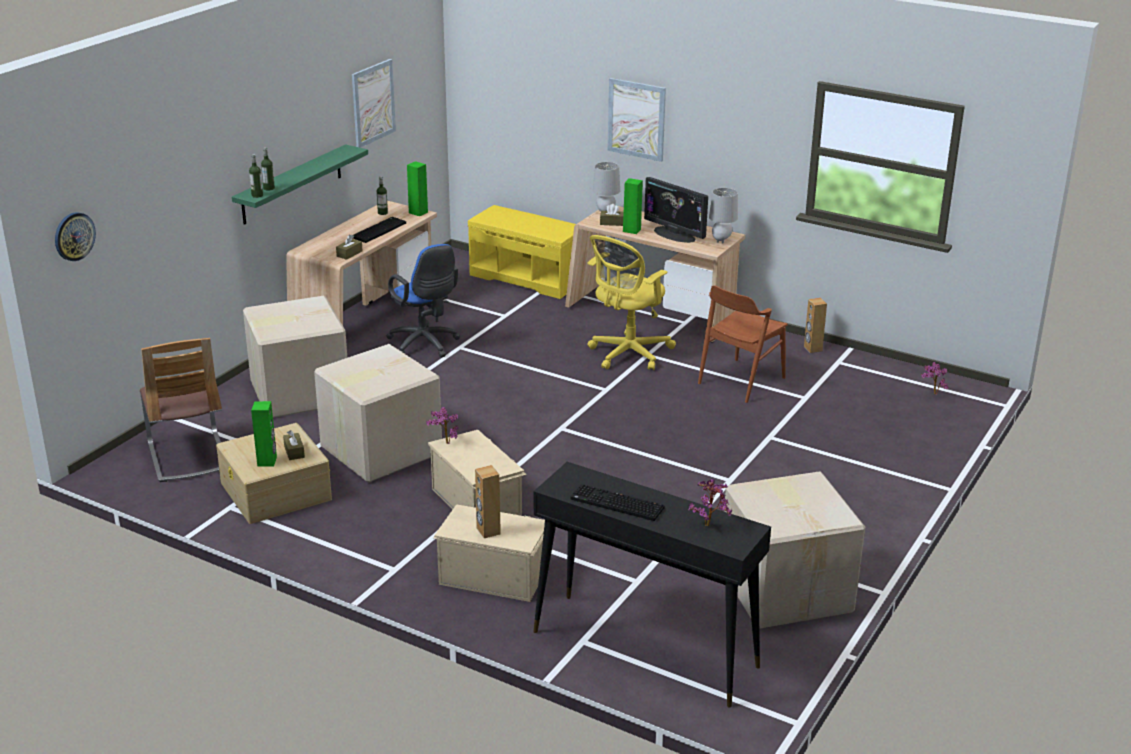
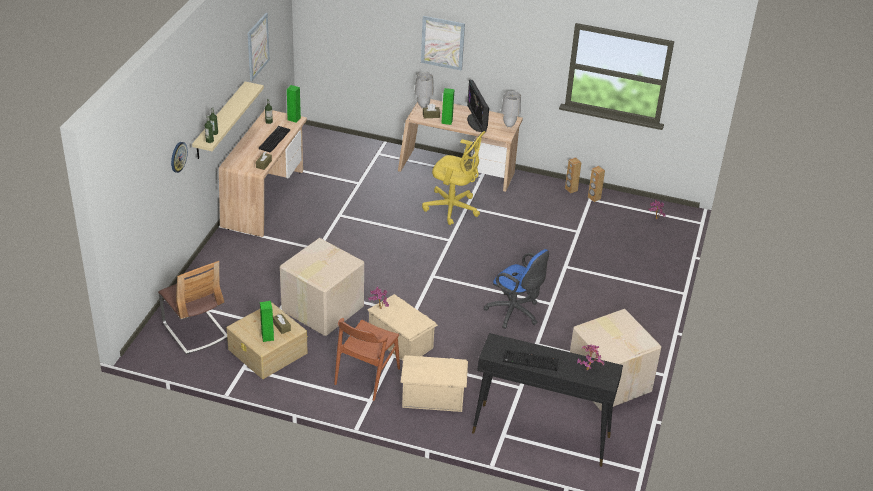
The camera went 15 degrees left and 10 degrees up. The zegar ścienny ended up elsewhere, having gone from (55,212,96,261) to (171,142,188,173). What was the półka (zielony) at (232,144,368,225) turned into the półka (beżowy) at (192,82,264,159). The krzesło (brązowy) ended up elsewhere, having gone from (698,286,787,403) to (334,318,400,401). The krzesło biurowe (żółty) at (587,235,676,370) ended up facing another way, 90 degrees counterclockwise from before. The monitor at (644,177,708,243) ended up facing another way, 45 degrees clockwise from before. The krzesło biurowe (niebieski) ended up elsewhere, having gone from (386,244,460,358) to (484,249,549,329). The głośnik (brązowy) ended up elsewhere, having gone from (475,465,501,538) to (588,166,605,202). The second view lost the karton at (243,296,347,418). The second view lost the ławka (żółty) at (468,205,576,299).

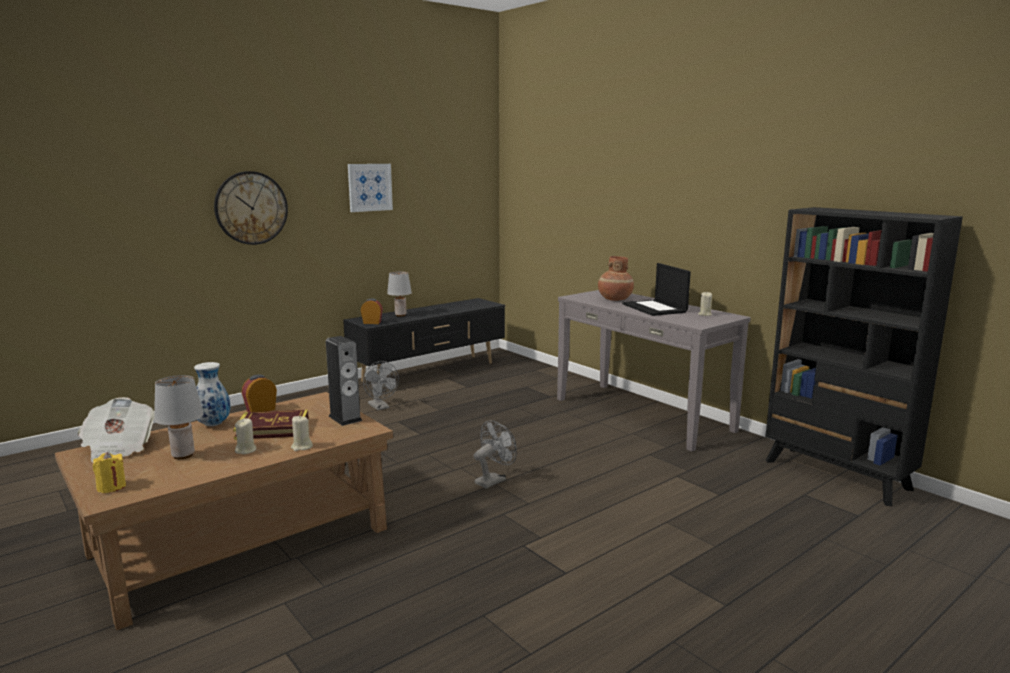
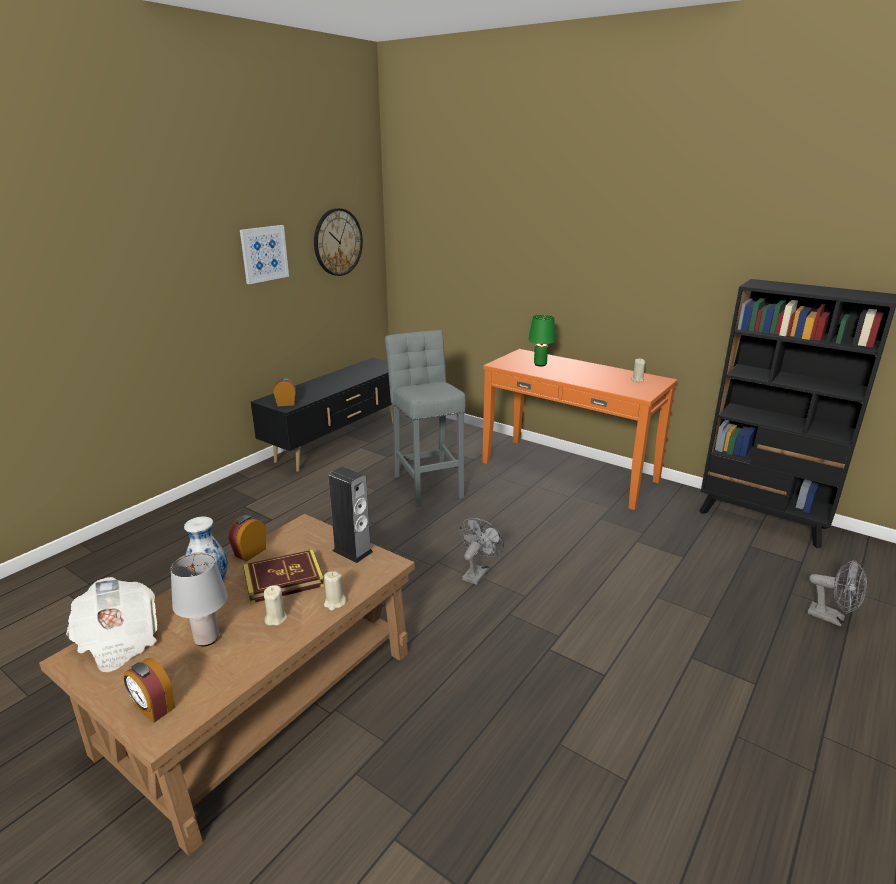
The camera went 15 degrees left and 10 degrees up. Where the świeca (żółty) stood at (93,452,126,493), the budzik came to stand at (123,658,175,723). The zegar ścienny ended up elsewhere, having gone from (214,171,288,245) to (314,208,363,276). The second view gained the stołek (szary) at (385,330,465,507). What was the stolik konsolowy (szary) at (557,290,751,452) turned into the stolik konsolowy (pomarańczowy) at (482,349,678,510). Where the wazon (brązowy) stood at (598,256,634,301), the lampa stołowa (zielony) came to stand at (528,315,556,366). The wentylator (szary) ended up elsewhere, having gone from (363,361,399,410) to (807,560,867,627). The second view lost the lampa stołowa (szary) at (387,271,412,317). The second view lost the laptop at (622,263,691,316).

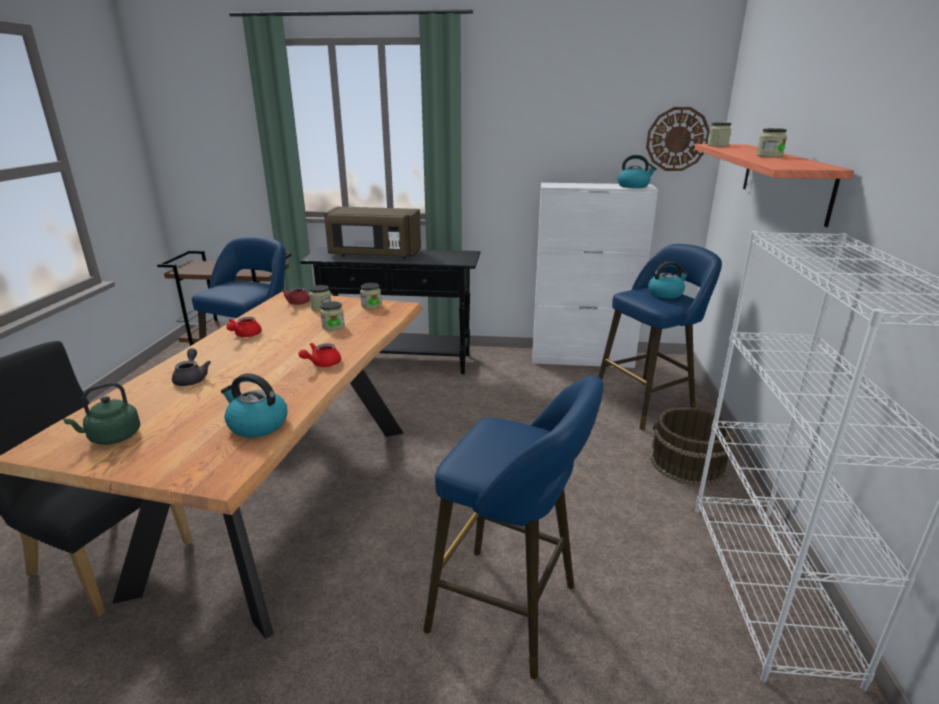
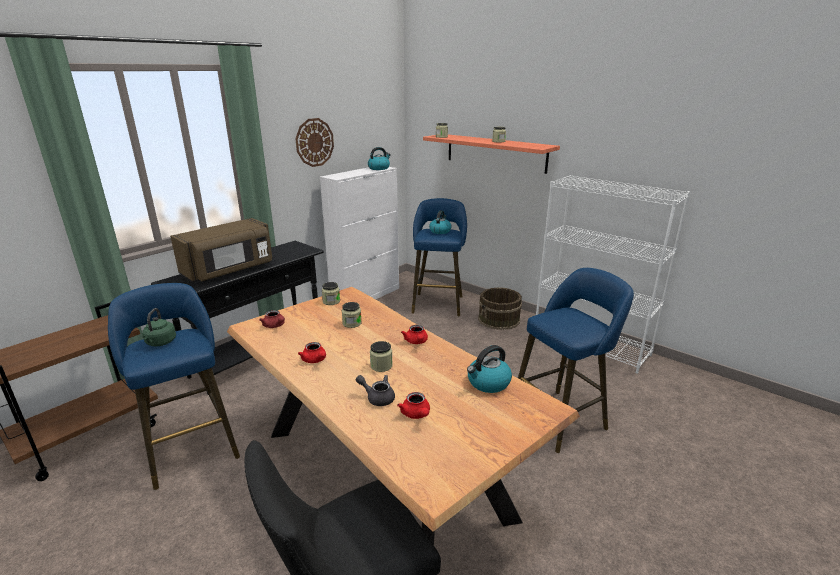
The camera went 55 degrees left and 0 degrees up. The czajnik (zielony) ended up elsewhere, having gone from (63,382,140,445) to (142,308,176,346). The zegar ścienny ended up elsewhere, having gone from (646,107,710,171) to (295,118,334,167). The słoik ended up elsewhere, having gone from (309,285,331,312) to (370,341,393,372). The second view gained the imbryk (czerwony) at (397,392,430,419).

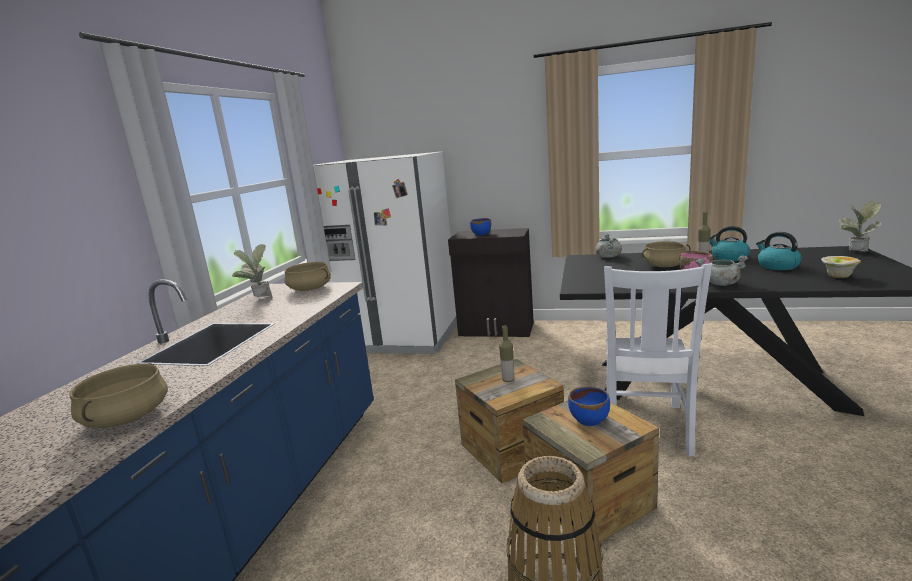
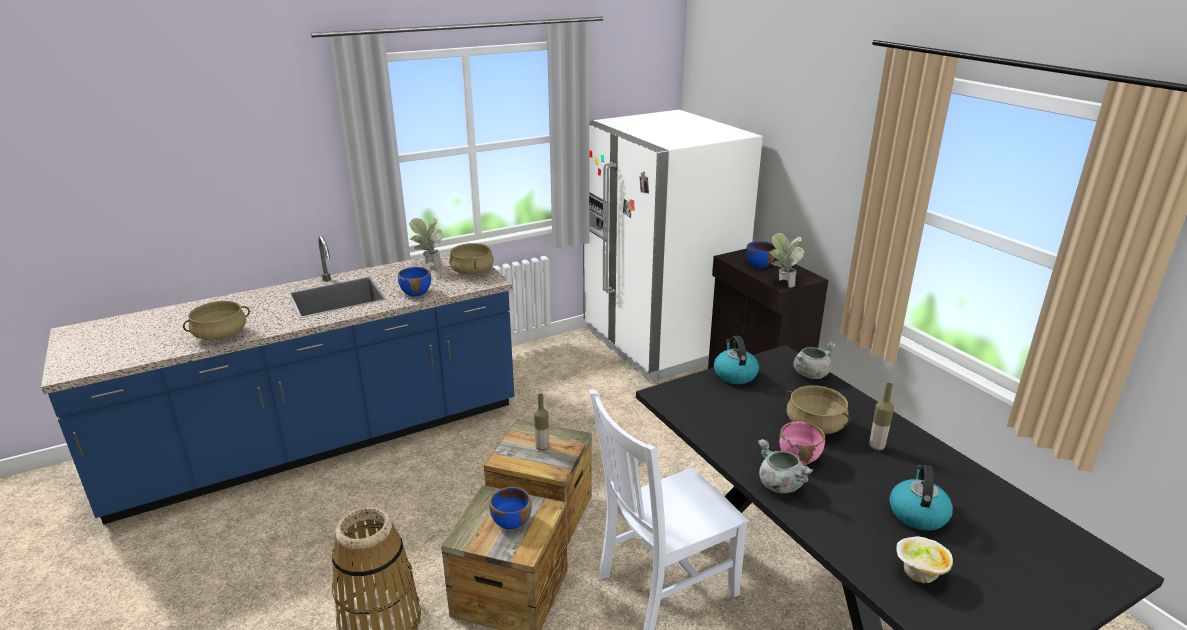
The camera went 45 degrees right and 10 degrees up. The second view gained the miska (niebieski) at (398,267,431,297). The czajnik ended up elsewhere, having gone from (710,226,750,261) to (714,336,759,384). The roślina doniczkowa ended up elsewhere, having gone from (839,201,882,252) to (769,233,804,288).

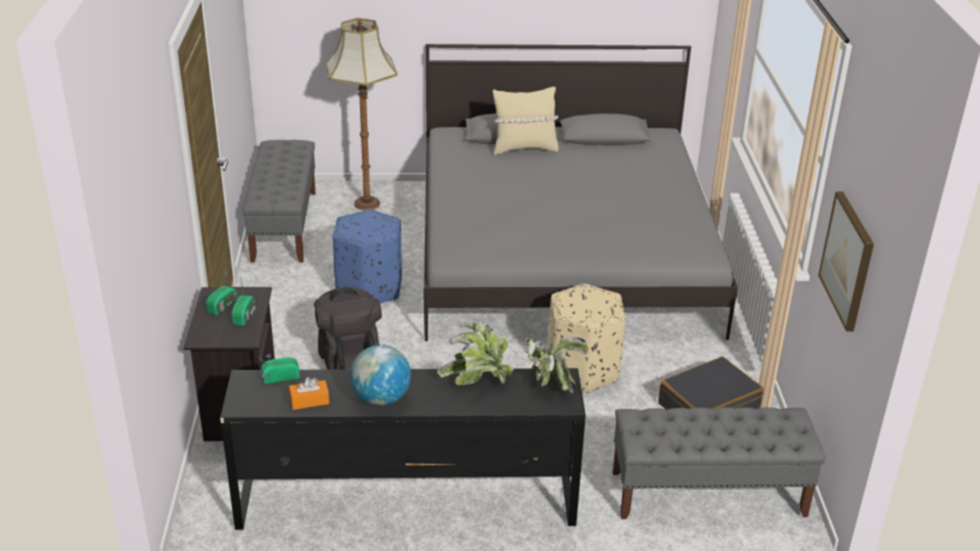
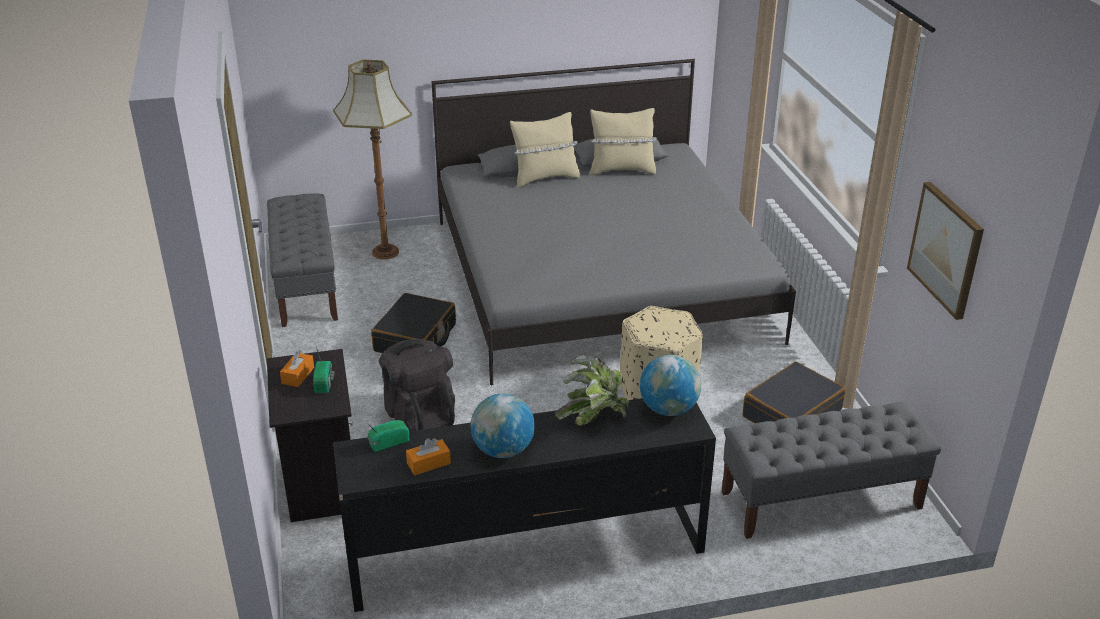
The camera went 10 degrees left and 0 degrees up. Where the radio stood at (206,276,237,316), the pudełko chusteczek (pomarańczowy) came to stand at (280,350,314,387). Where the pufa (niebieski) stood at (333,209,402,303), the walizka (czarny) came to stand at (371,293,456,353). The second view gained the poduszka (beżowy) at (590,108,656,176). Where the roślina doniczkowa stood at (525,337,588,395), the globus came to stand at (640,355,701,416).

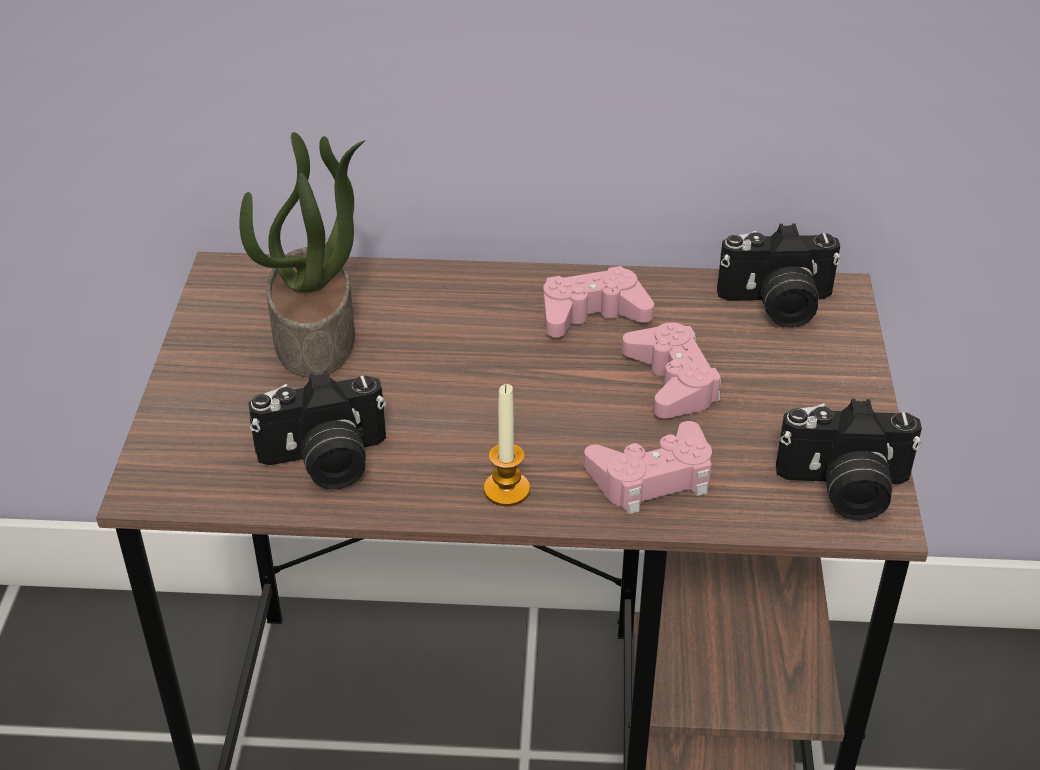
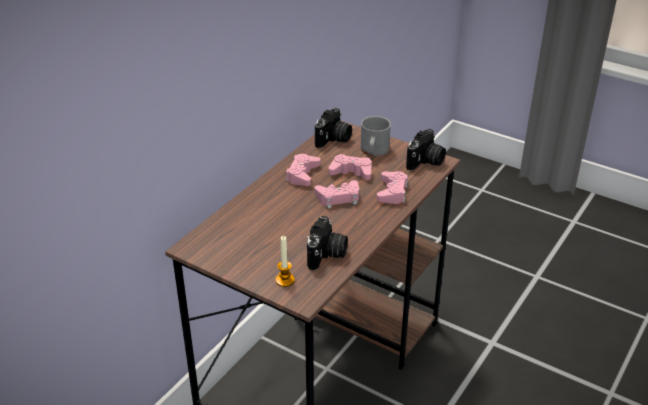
The camera went 60 degrees left and 5 degrees down. The świeca ended up elsewhere, having gone from (483,384,530,506) to (276,236,295,287). The second view gained the pad do gier (różowy) at (314,180,359,209). The second view gained the kubek (szary) at (361,116,391,156). The second view lost the roślina doniczkowa at (239,132,366,378).

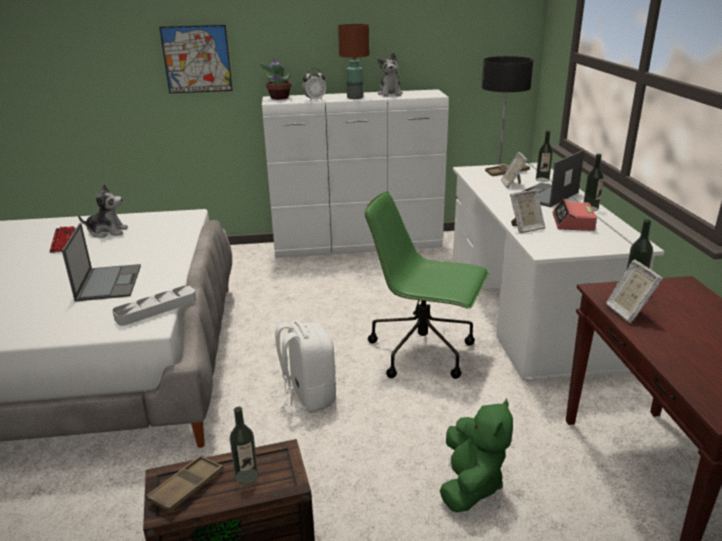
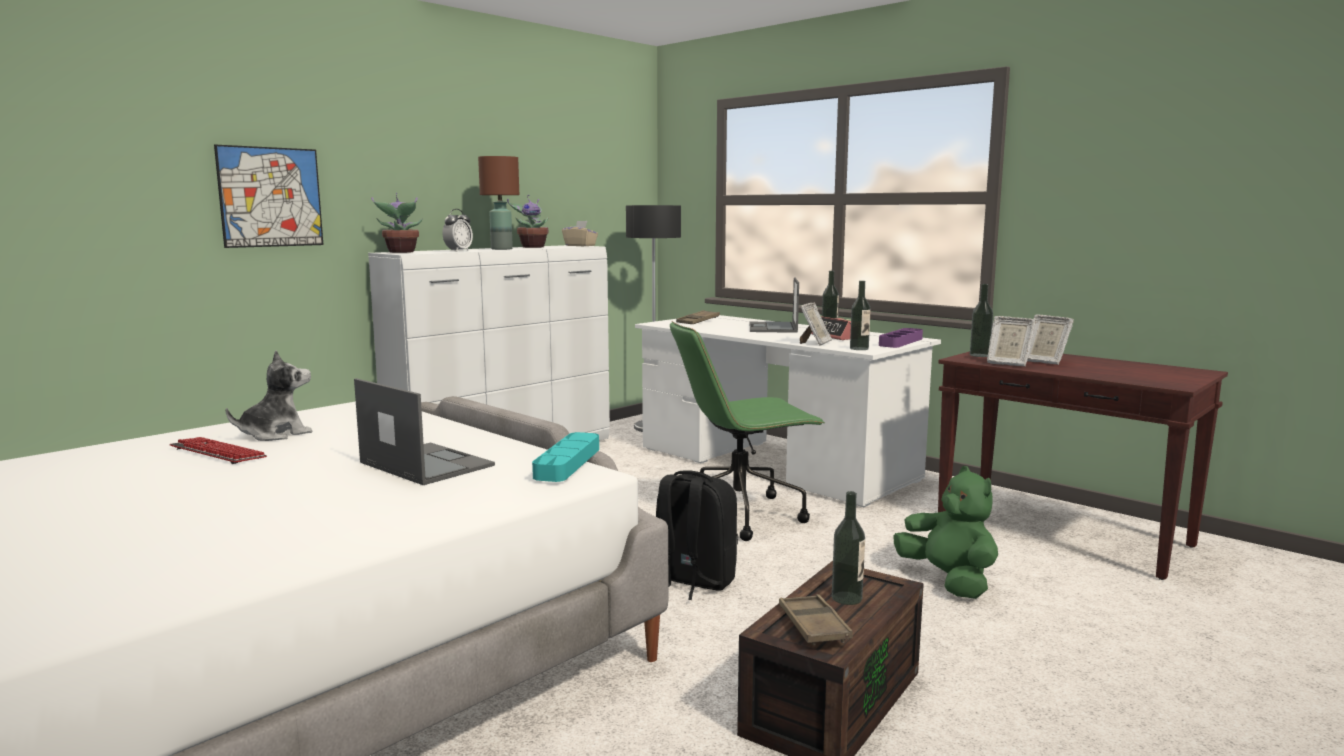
The camera went 40 degrees left and 15 degrees down. Where the pluszak stood at (378,52,403,97), the roślina doniczkowa came to stand at (507,195,549,248). What was the taca (szary) at (112,285,196,326) turned into the taca (turkusowy) at (532,432,599,482). The second view gained the pudełko chusteczek (beżowy) at (562,221,598,246). What was the plecak (biały) at (271,321,336,413) turned into the plecak (czarny) at (656,470,738,600). The butelka ended up elsewhere, having gone from (536,131,553,182) to (850,281,871,350). The second view gained the taca (fioletowy) at (879,328,923,348). The ramka na zdjęcie ended up elsewhere, having gone from (501,152,527,188) to (1027,314,1074,365).

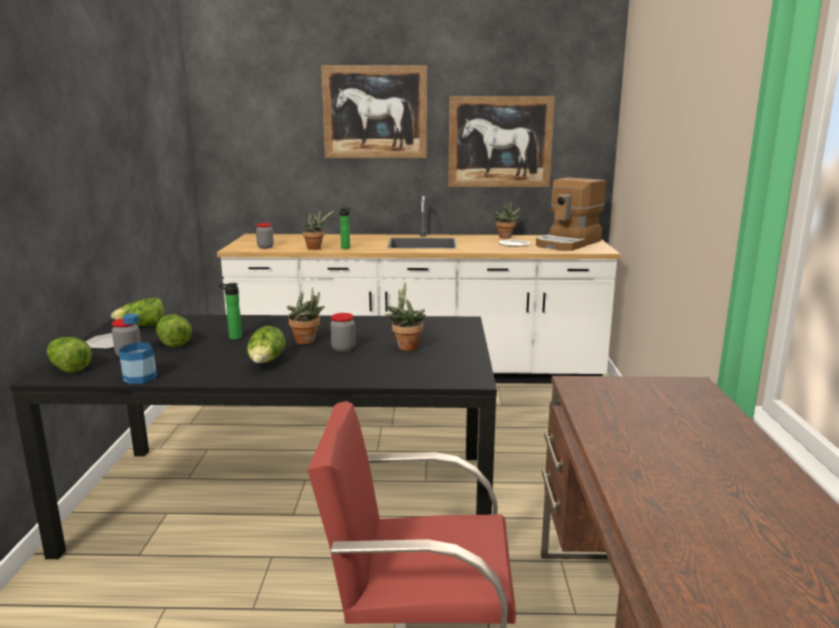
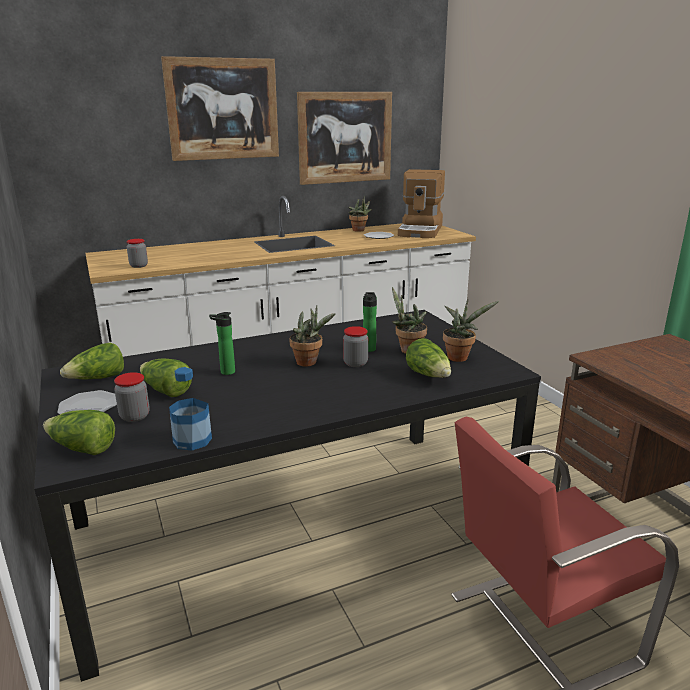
The camera went 25 degrees left and 5 degrees up. The butelka ended up elsewhere, having gone from (340,208,351,249) to (363,292,377,352). The sałata ended up elsewhere, having gone from (247,326,285,363) to (406,338,451,378). The roślina doniczkowa ended up elsewhere, having gone from (303,210,335,250) to (443,299,499,362).

